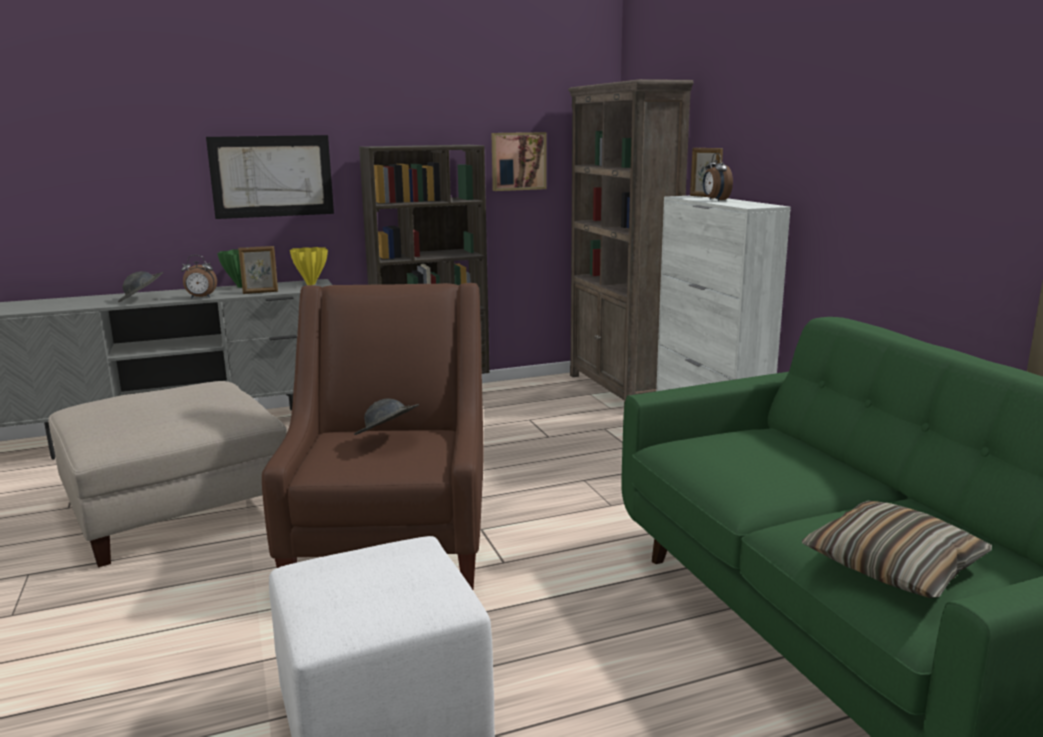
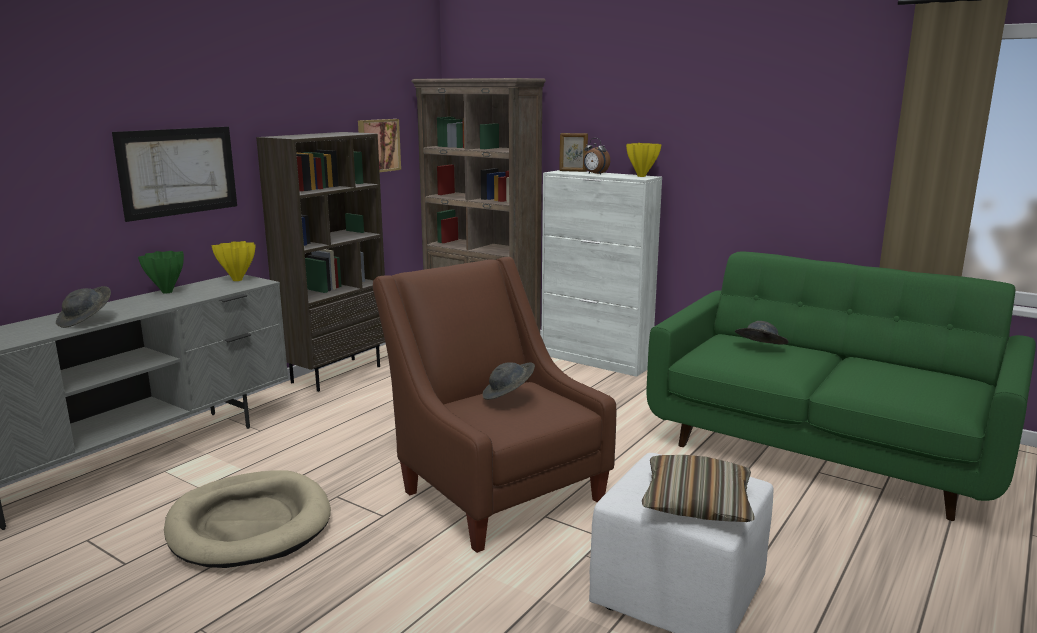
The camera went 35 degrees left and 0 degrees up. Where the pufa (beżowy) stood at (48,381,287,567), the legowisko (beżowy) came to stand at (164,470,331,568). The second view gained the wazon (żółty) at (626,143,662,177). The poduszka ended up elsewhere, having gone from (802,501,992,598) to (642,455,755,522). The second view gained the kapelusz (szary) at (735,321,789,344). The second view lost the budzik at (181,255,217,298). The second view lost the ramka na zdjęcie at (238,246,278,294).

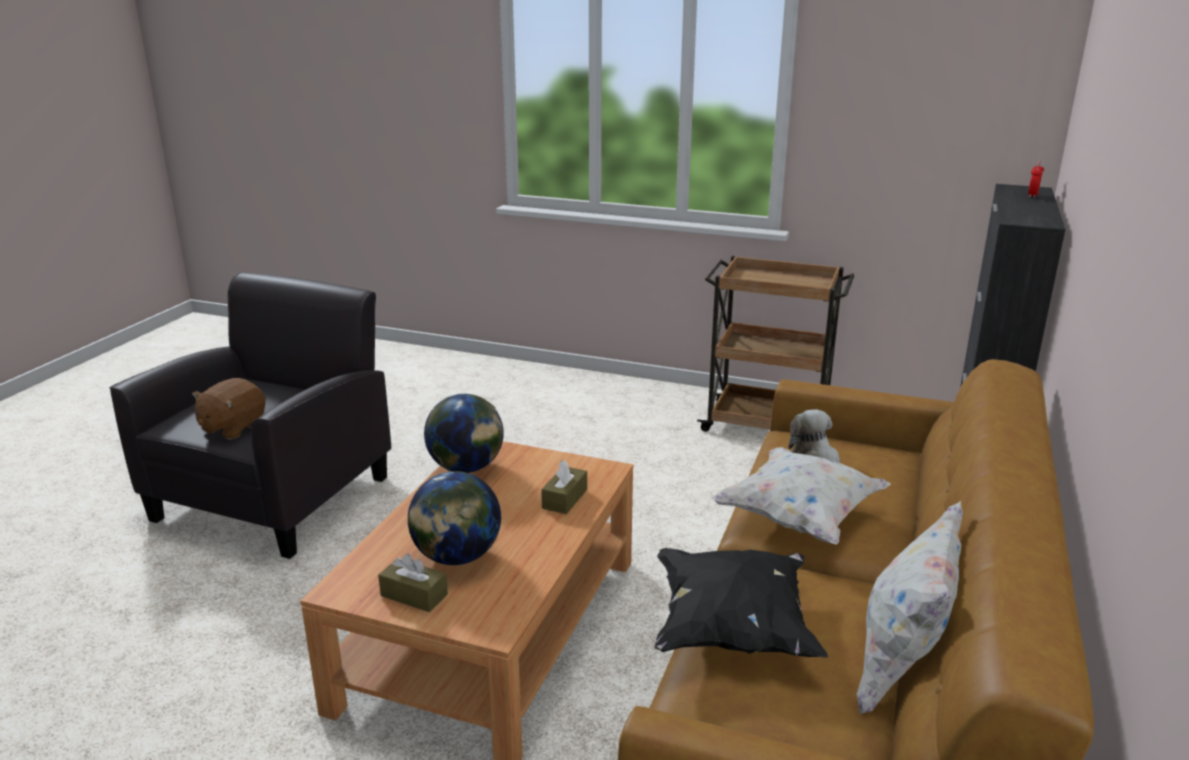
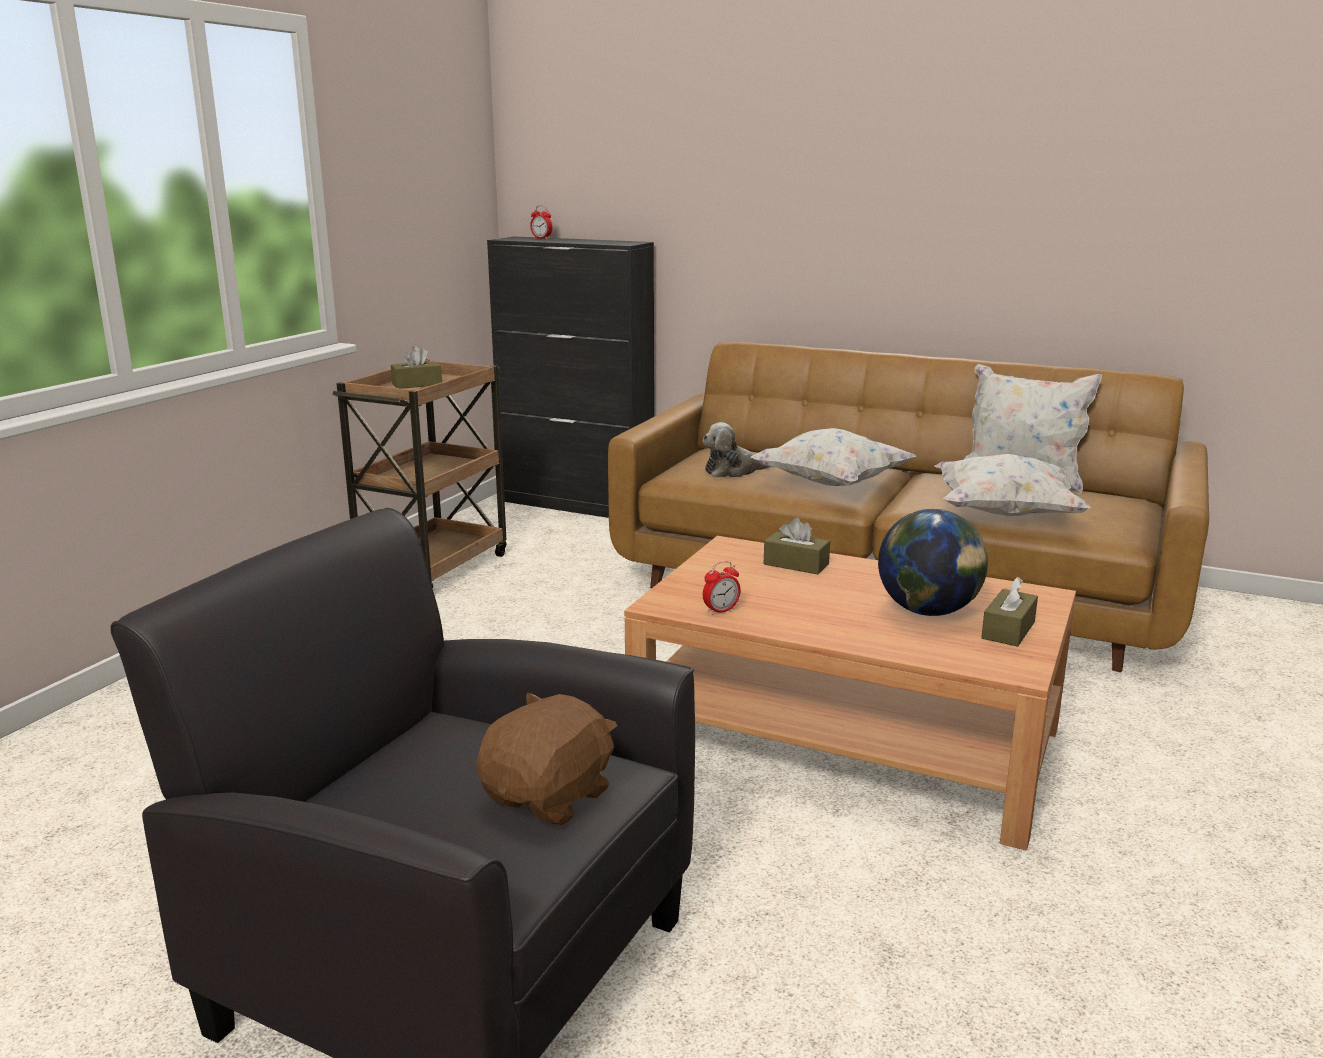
The camera went 85 degrees left and 5 degrees down. The second view gained the pudełko chusteczek (brązowy) at (391,346,442,388). The pluszak (brązowy) at (192,378,266,440) ended up facing another way, 90 degrees counterclockwise from before. Where the globus stood at (424,394,504,473), the budzik came to stand at (703,561,741,615). What was the poduszka (czarny) at (654,548,828,658) turned into the poduszka (biały) at (934,454,1090,516).

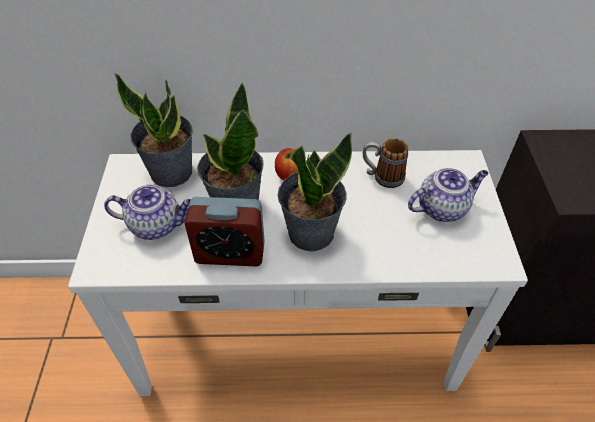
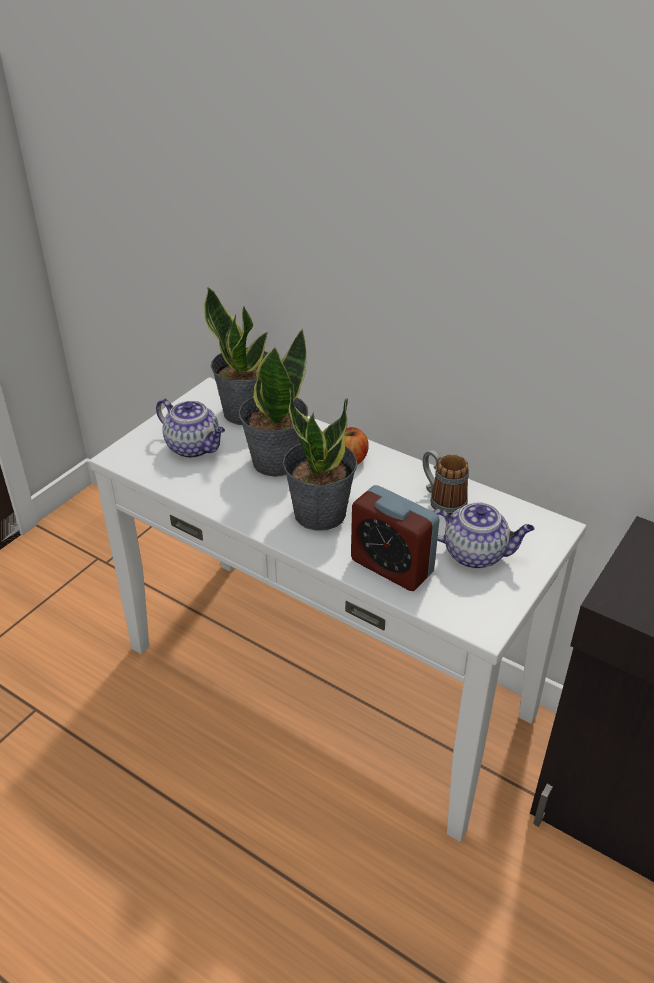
The camera went 35 degrees right and 10 degrees down. The budzik ended up elsewhere, having gone from (184,197,265,266) to (351,485,440,591).

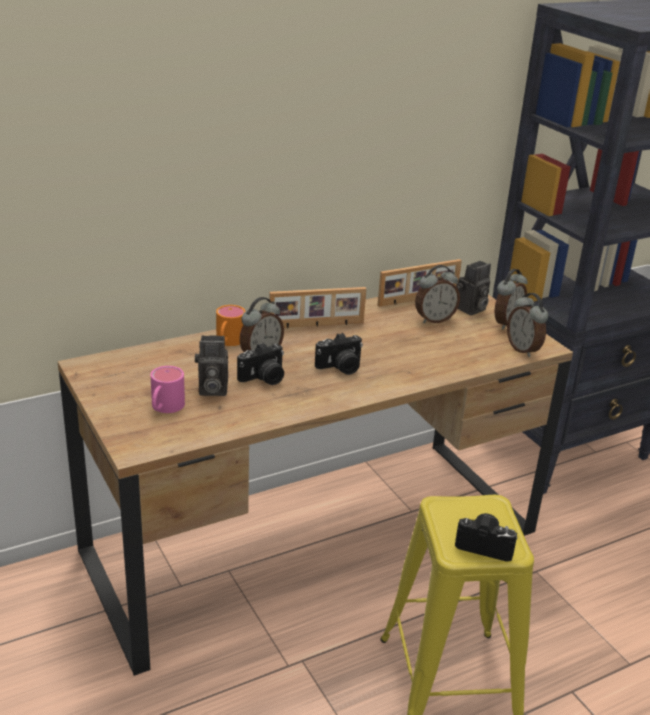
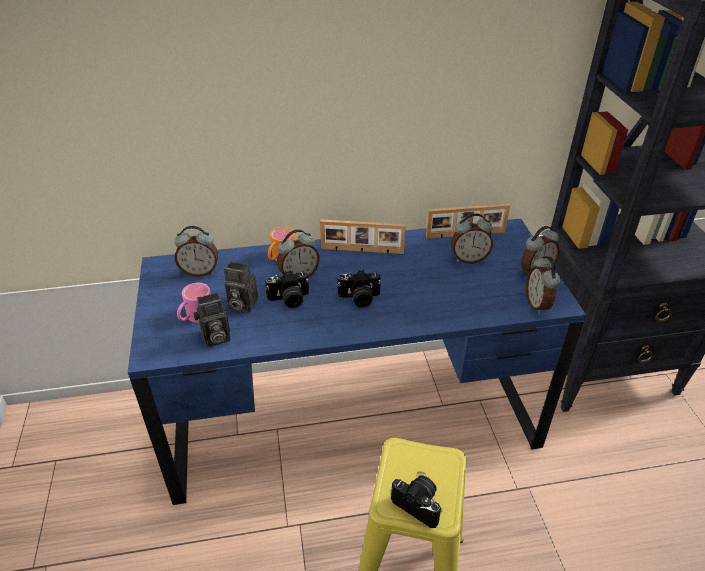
The camera went 20 degrees right and 10 degrees up. What was the biurko (brązowy) at (58,294,573,676) turned into the biurko (niebieski) at (128,219,586,505). The second view gained the budzik at (174,226,218,277). The aparat fotograficzny ended up elsewhere, having gone from (456,261,491,315) to (193,293,230,347).

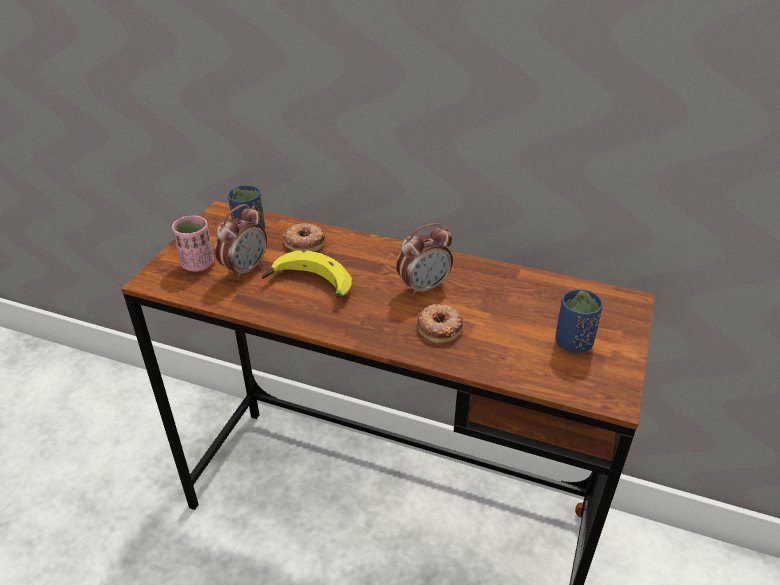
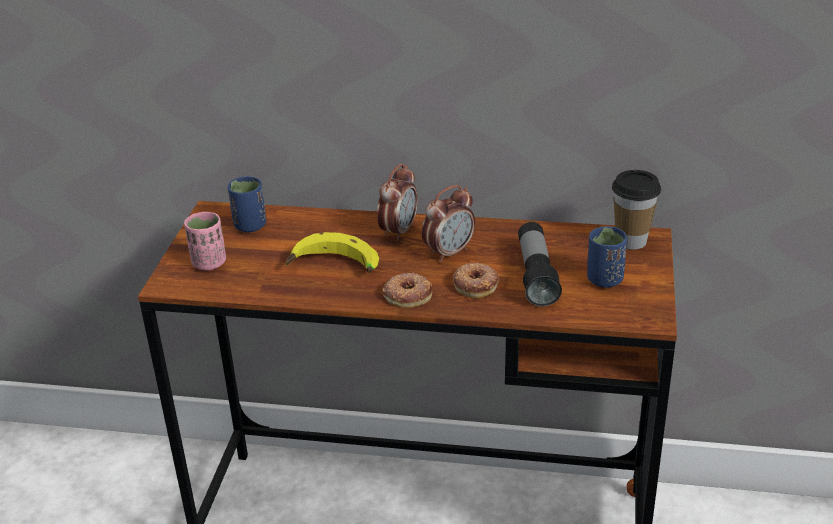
The camera went 10 degrees left and 5 degrees down. The budzik ended up elsewhere, having gone from (215,204,267,280) to (377,164,418,241). The donut ended up elsewhere, having gone from (283,223,325,252) to (382,272,432,308). The second view gained the latarka at (518,222,562,307). The second view gained the filiżanka at (612,170,661,250).

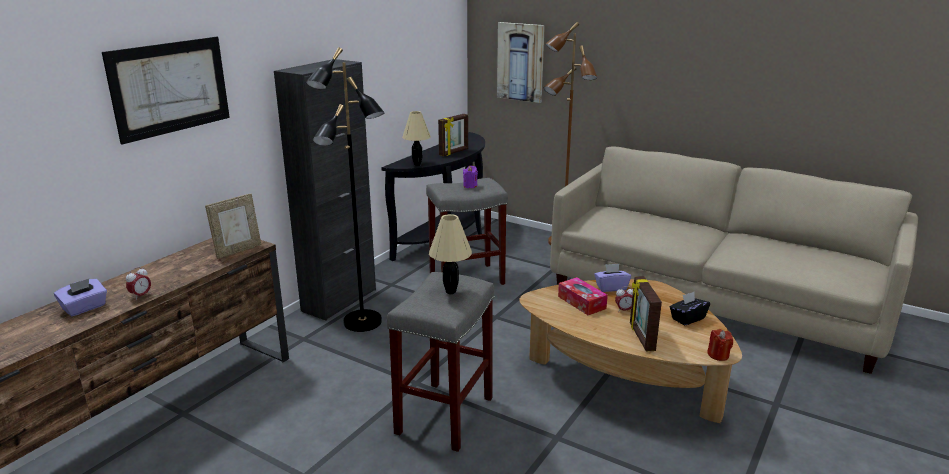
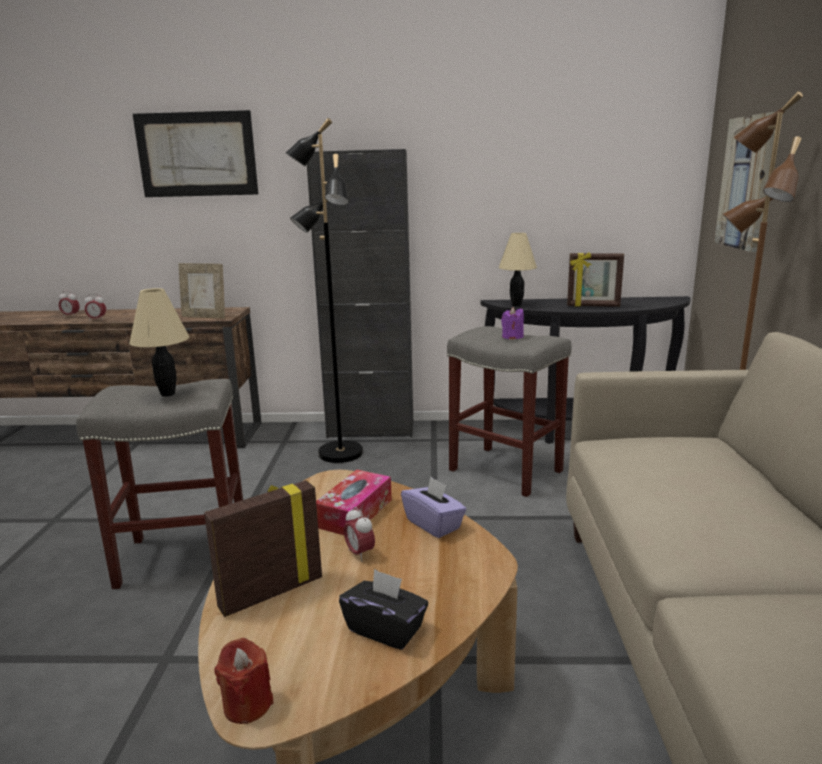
The camera went 60 degrees right and 5 degrees down. Where the pudełko chusteczek (fioletowy) stood at (54,279,107,316), the budzik came to stand at (59,291,80,317).

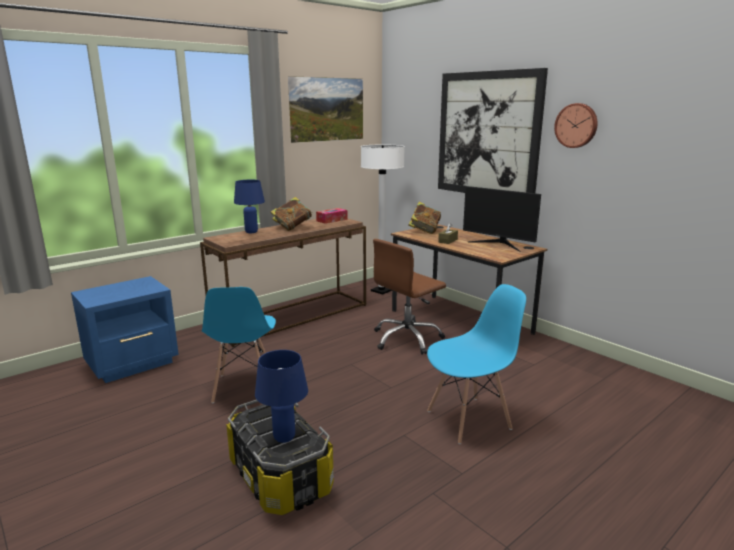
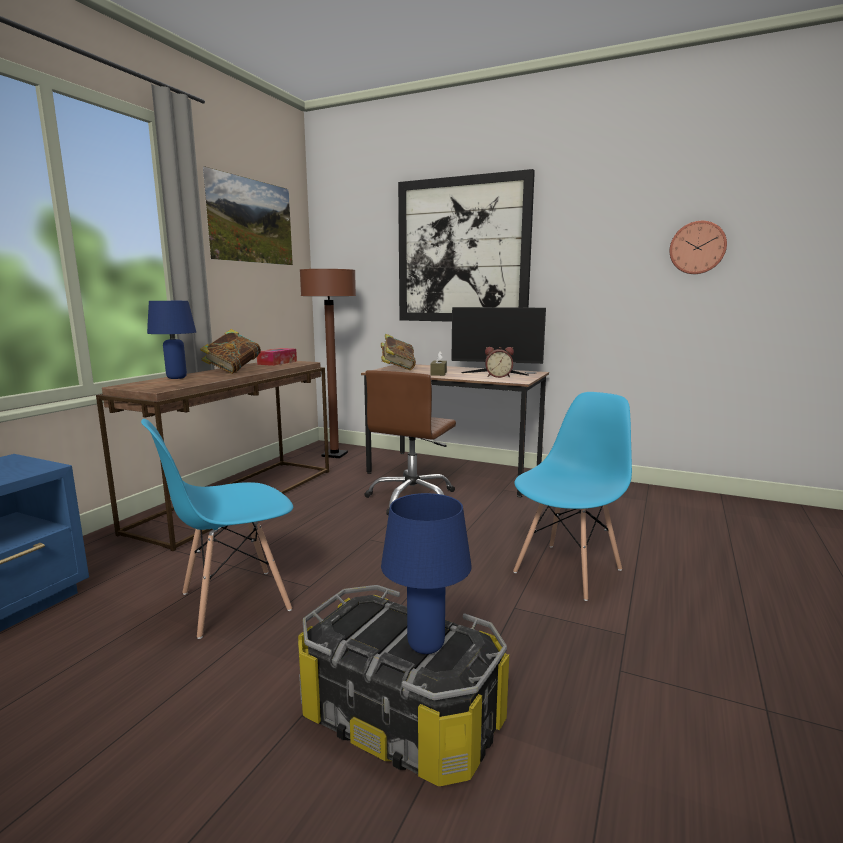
The camera went 25 degrees left and 5 degrees down. The krzesło (niebieski) at (202,287,276,403) ended up facing another way, 90 degrees clockwise from before. What was the lampa stojąca (biały) at (361,145,405,294) turned into the lampa stojąca (brązowy) at (300,269,356,458). The second view gained the budzik at (485,347,514,378). The zegar ścienny ended up elsewhere, having gone from (554,103,598,148) to (670,221,727,274).

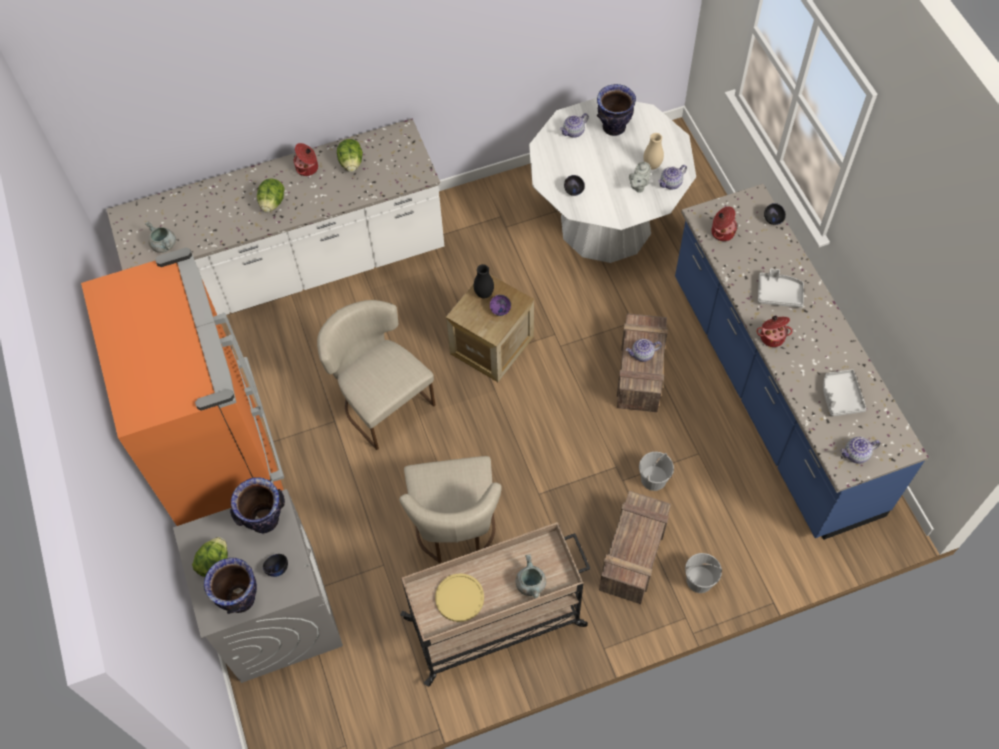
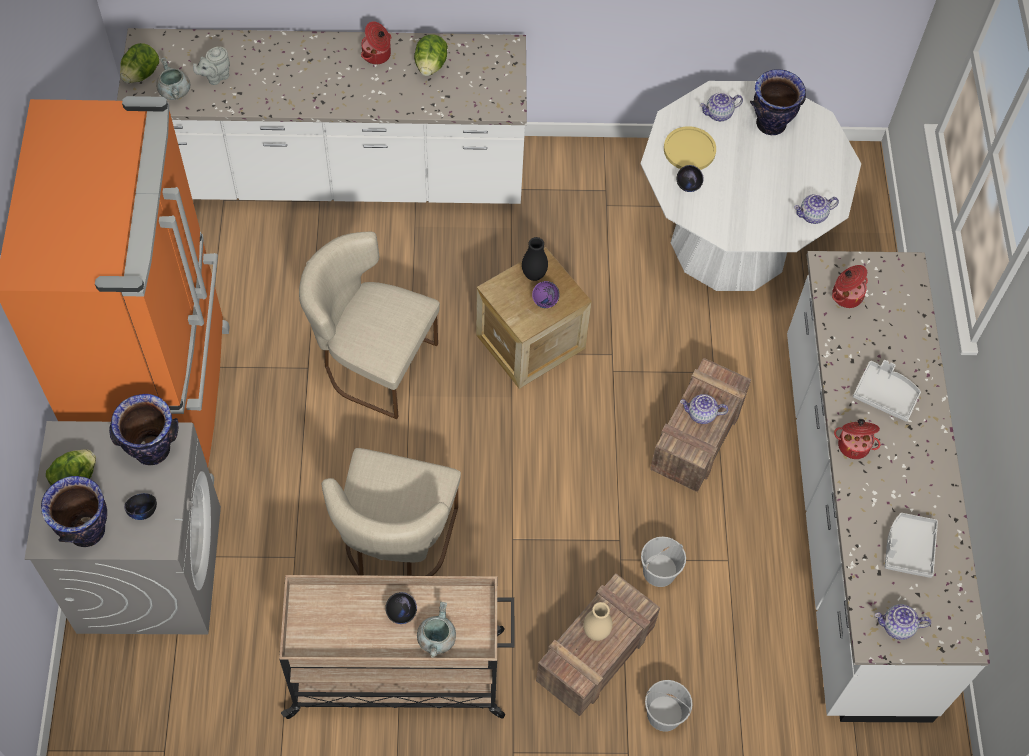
The camera went 15 degrees right and 0 degrees up. The sałata ended up elsewhere, having gone from (257,179,284,212) to (120,43,159,83). The imbryk (szary) ended up elsewhere, having gone from (629,162,651,193) to (193,47,230,85). The krzesło (beżowy) at (317,300,435,450) ended up facing another way, 45 degrees counterclockwise from before. The miska (czarny) ended up elsewhere, having gone from (764,203,786,225) to (385,592,417,624). The wazon (beżowy) ended up elsewhere, having gone from (643,133,664,169) to (583,602,612,641). The talerz (żółty) ended up elsewhere, having gone from (435,573,484,622) to (664,126,716,170). What was the zabudowa kuchenna (niebieski) at (675,184,929,540) turned into the zabudowa kuchenna (biały) at (787,251,990,722).

